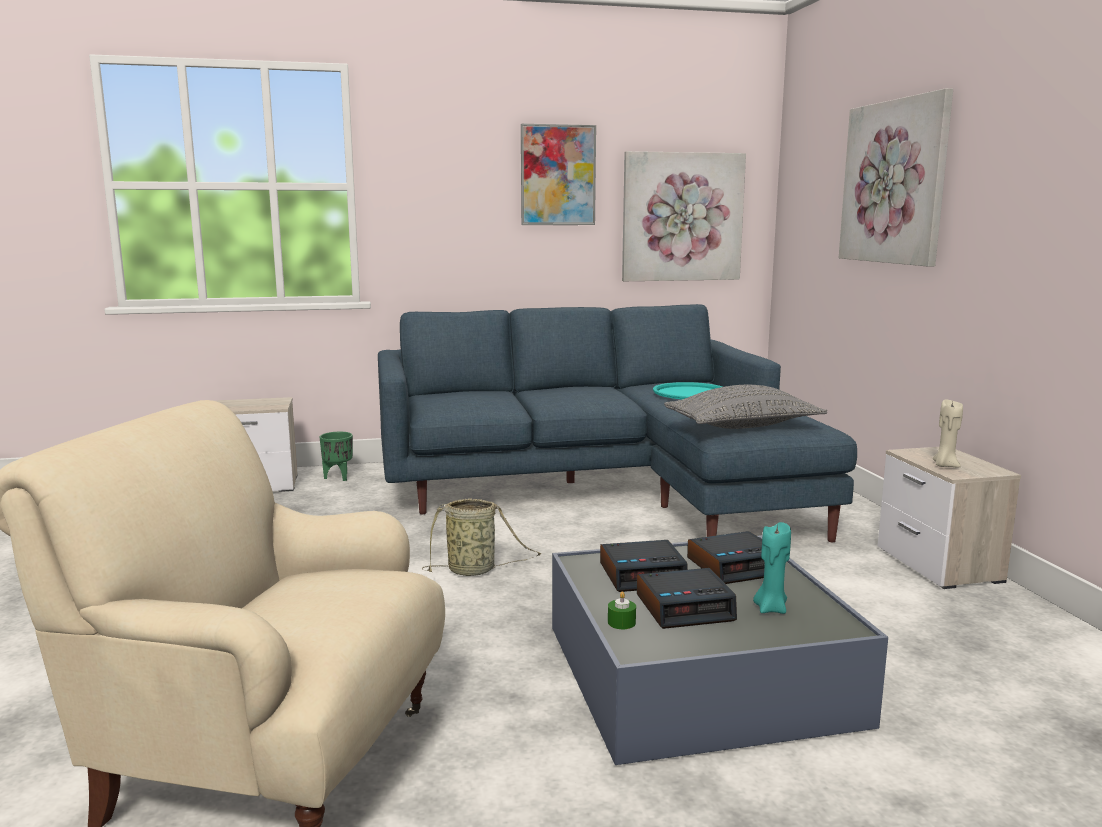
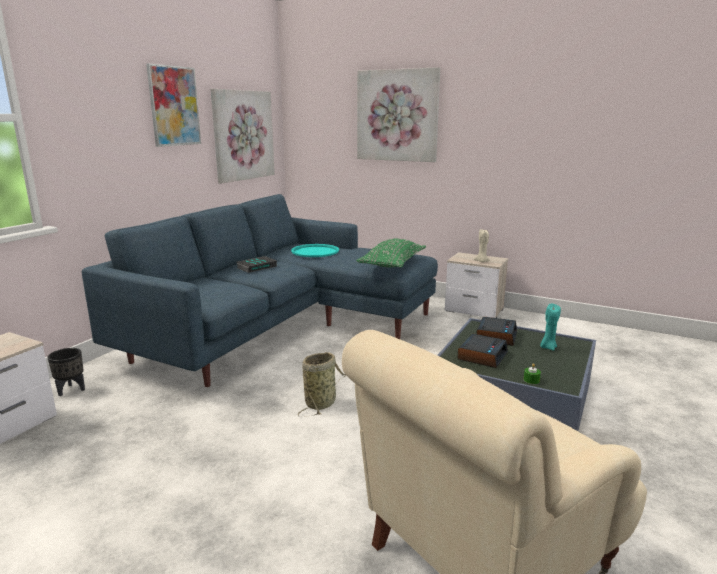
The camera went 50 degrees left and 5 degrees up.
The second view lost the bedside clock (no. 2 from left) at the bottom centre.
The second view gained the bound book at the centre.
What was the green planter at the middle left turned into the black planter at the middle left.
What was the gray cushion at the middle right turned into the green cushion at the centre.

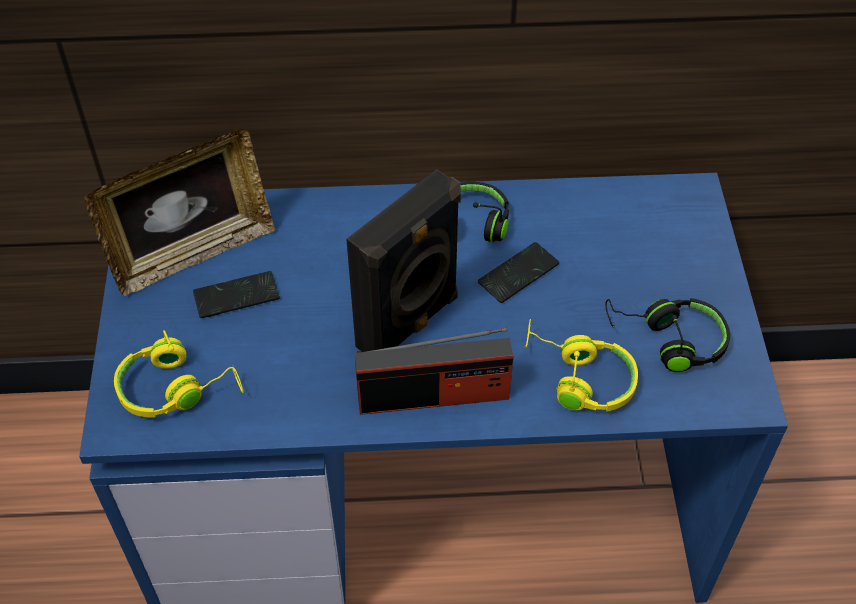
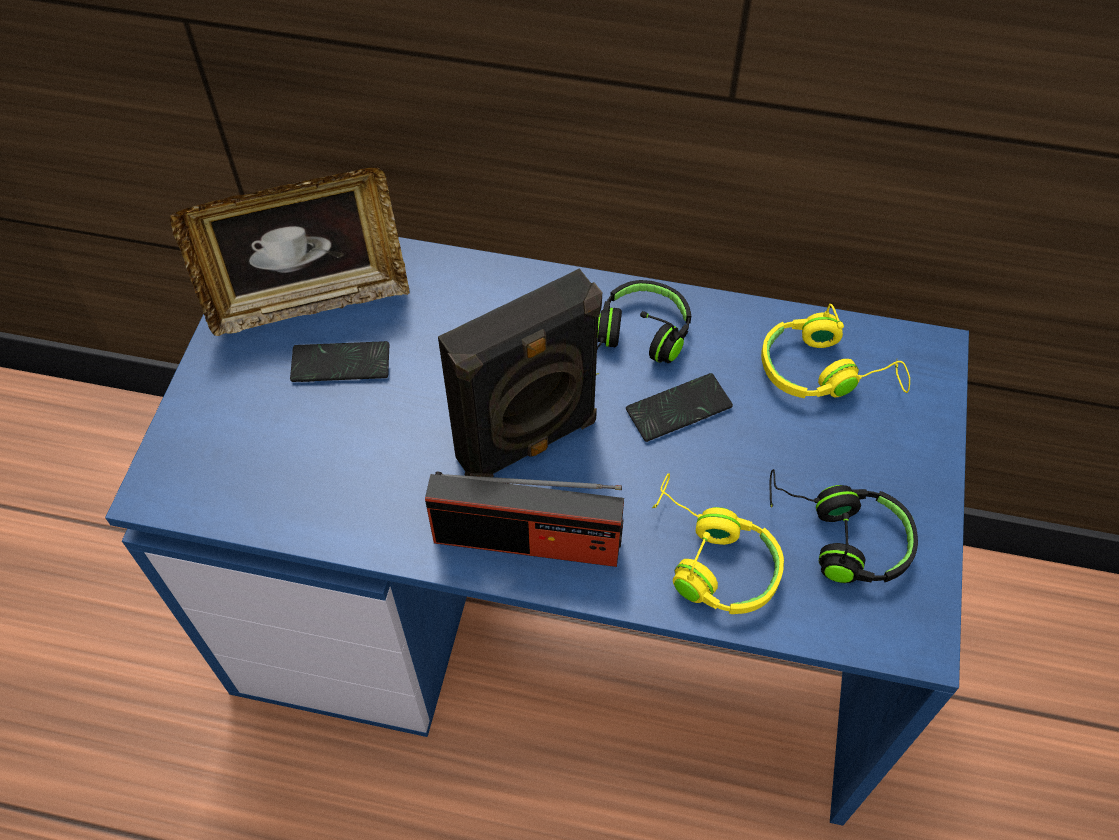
The camera went 15 degrees right and 5 degrees up.
The yellow-coloured pair of headphones (no. 1 from left in the first image) ended up elsewhere, having gone from the middle left to the middle right.

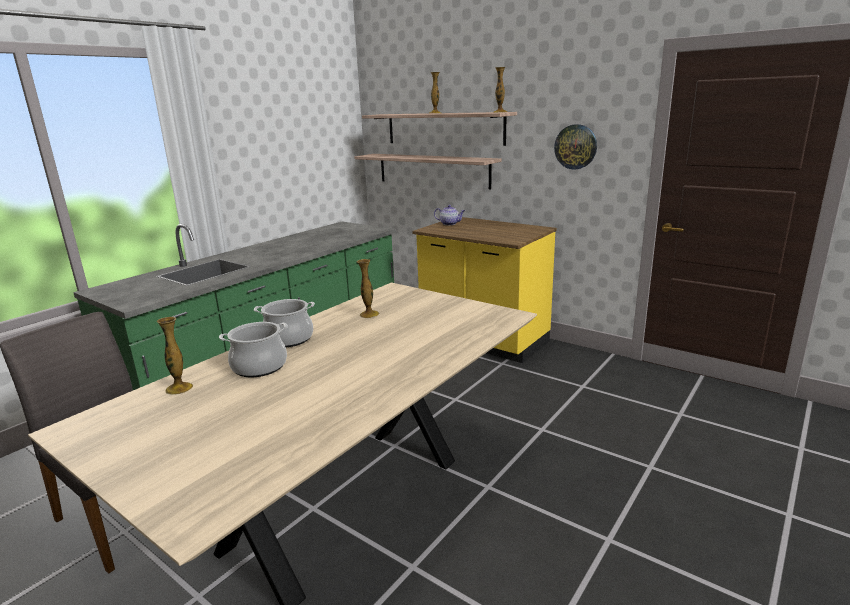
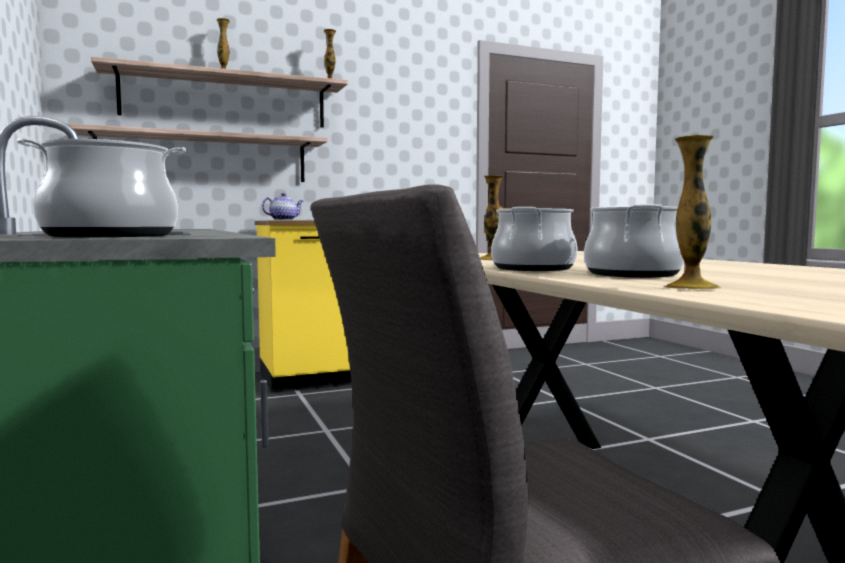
The camera went 60 degrees left and 15 degrees down.
The second view lost the hanging clock at the top right.
The second view gained the stockpot (no. 1 from left) at the top left.

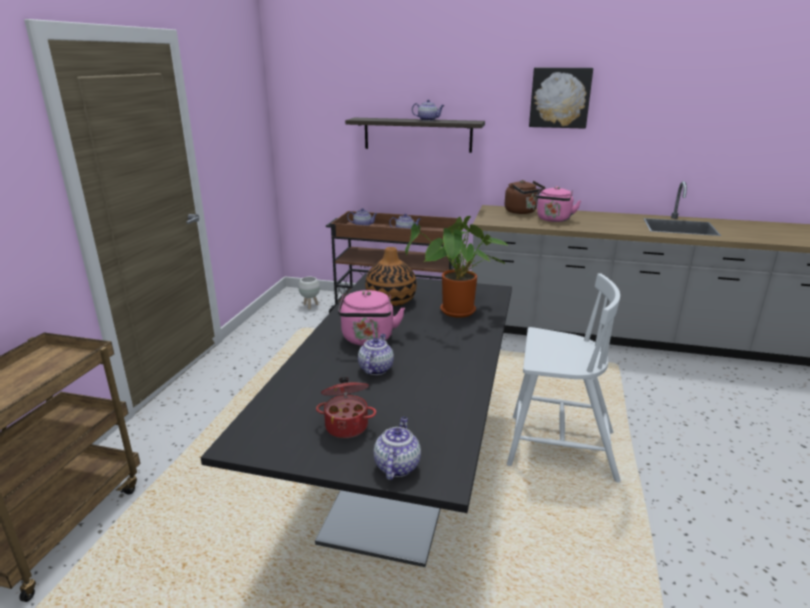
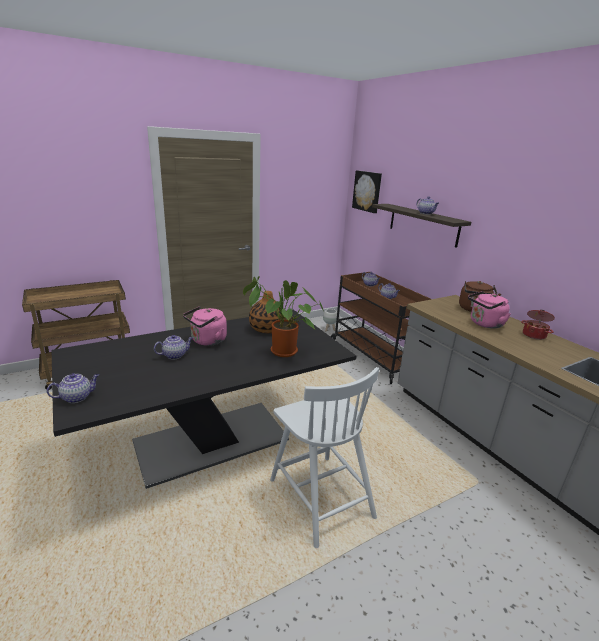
The camera went 45 degrees right and 0 degrees up.
The stockpot ended up elsewhere, having gone from the bottom centre to the middle right.
The wall picture ended up elsewhere, having gone from the top right to the top centre.

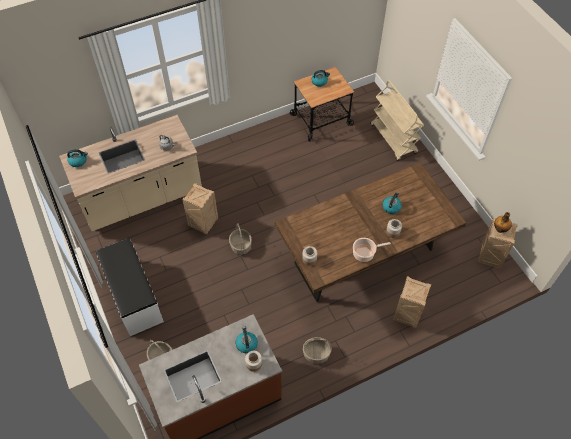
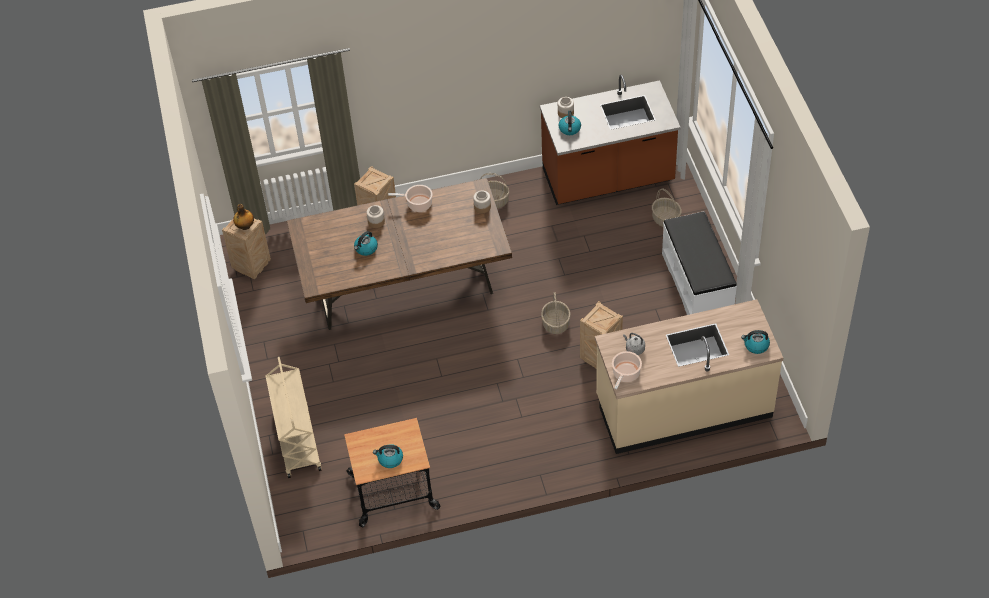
The camera went 165 degrees left and 5 degrees down.
The second view gained the stockpot (no. 2 from left) at the centre.

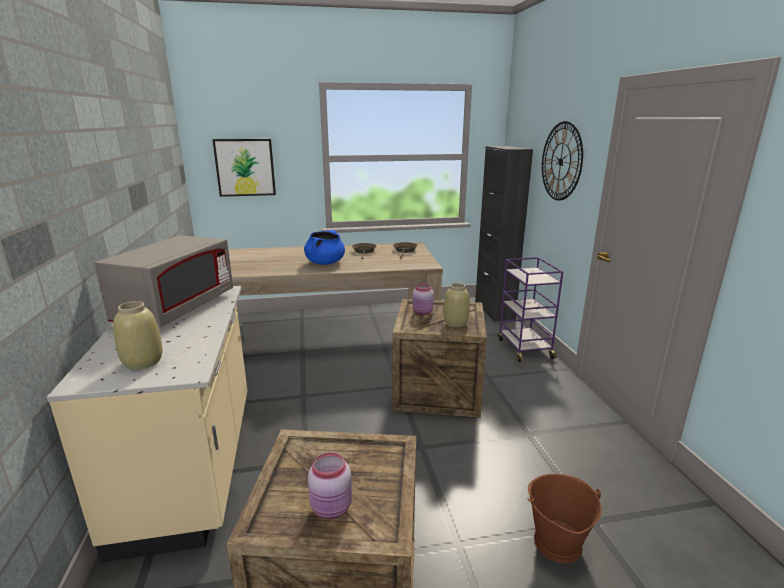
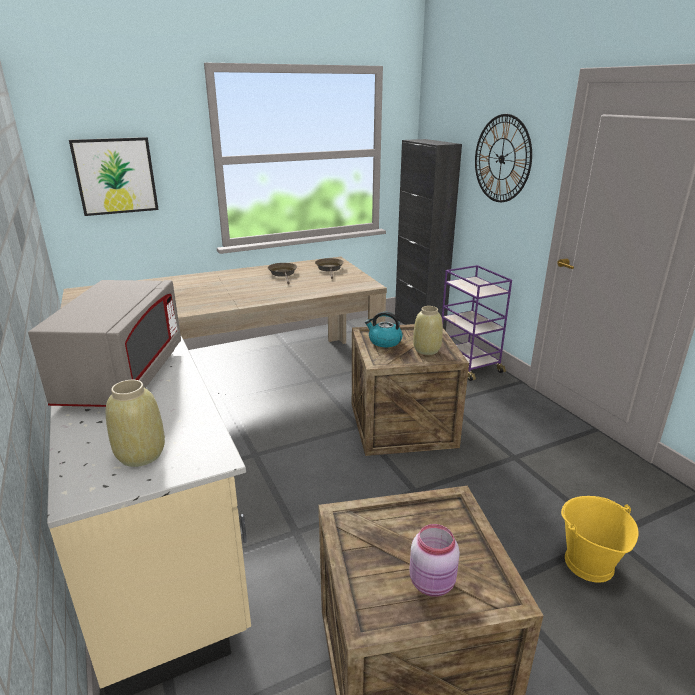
The camera went 15 degrees left and 5 degrees up.
The second view lost the bluish stockpot at the centre.
Where the pinkish jar (no. 2 from left) stood at the centre, the water kettle came to stand at the centre.
What was the brown water bucket at the bottom right turned into the yellow-coloured water bucket at the bottom right.

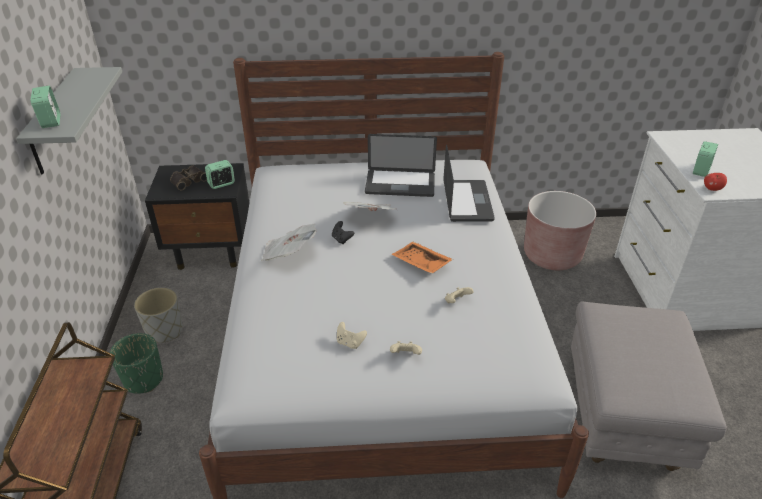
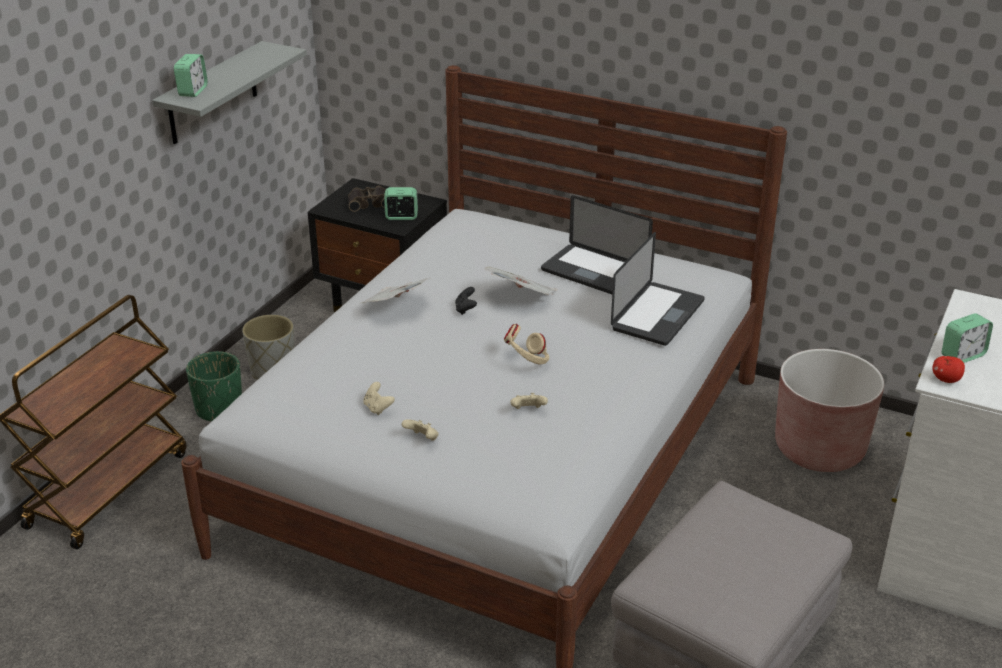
The camera went 30 degrees right and 5 degrees down.
Where the orange-coloured tray stood at the centre, the beige pair of headphones came to stand at the centre.

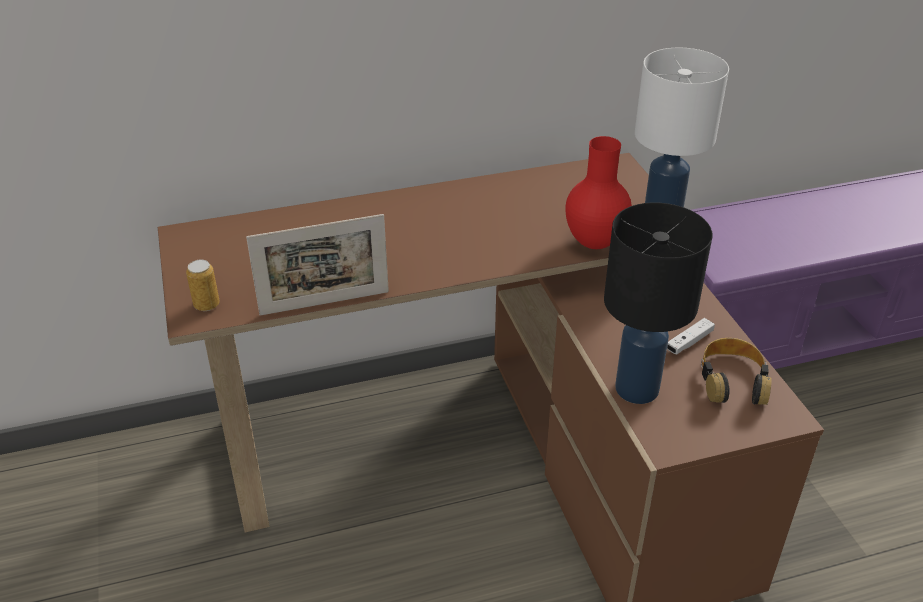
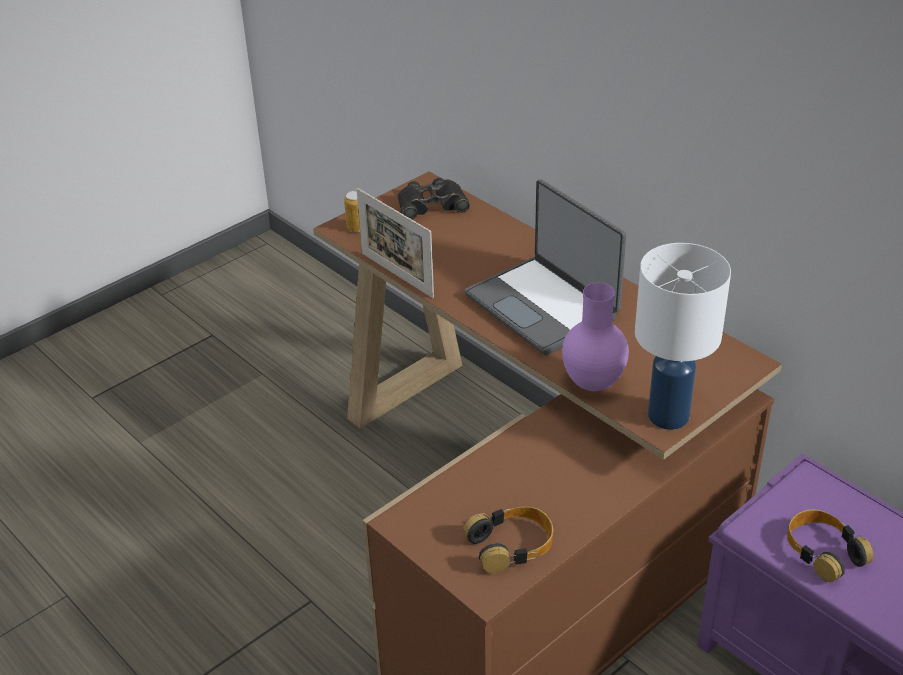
The camera went 65 degrees right and 0 degrees up.
The second view lost the black table lamp at the middle right.
The second view lost the white-coloured joypad at the middle right.
The second view gained the black binoculars at the top centre.
The second view gained the laptop at the centre.
The second view gained the pair of headphones (no. 2 from left) at the bottom right.
What was the reddish flower vase at the top centre turned into the purplish flower vase at the centre.

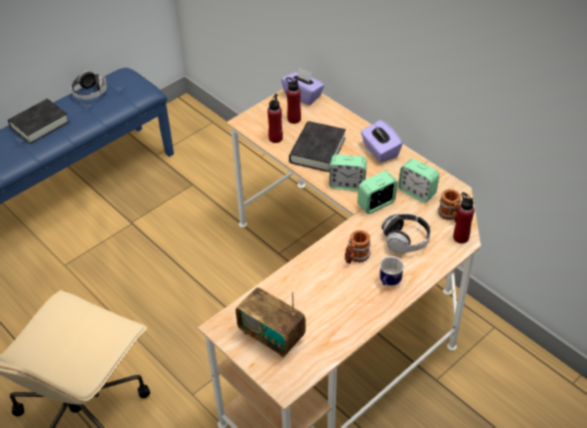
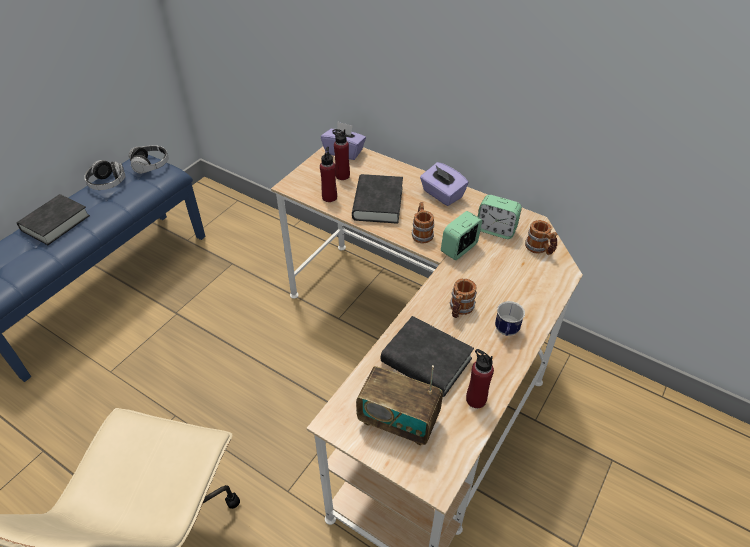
The camera went 15 degrees left and 0 degrees up.
The second view gained the black bound book (no. 3 from left) at the centre.
The pair of headphones (no. 2 from left) ended up elsewhere, having gone from the middle right to the top left.
The reddish drink bottle (no. 3 from left) ended up elsewhere, having gone from the middle right to the bottom centre.
Where the bedside clock (no. 1 from left) stood at the centre, the mug (no. 1 from left) came to stand at the centre.

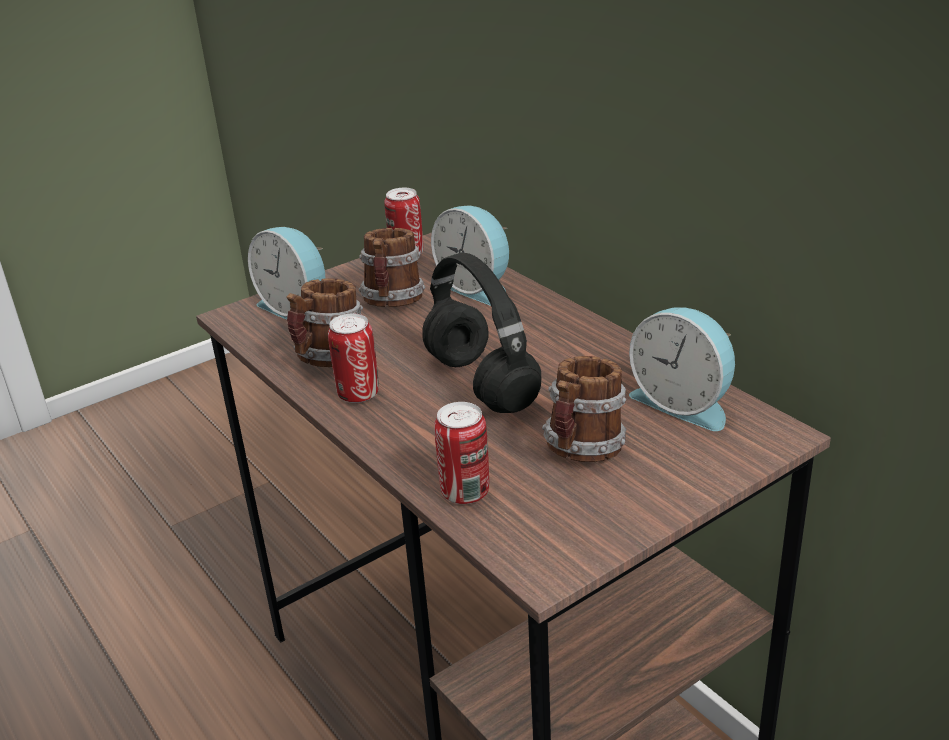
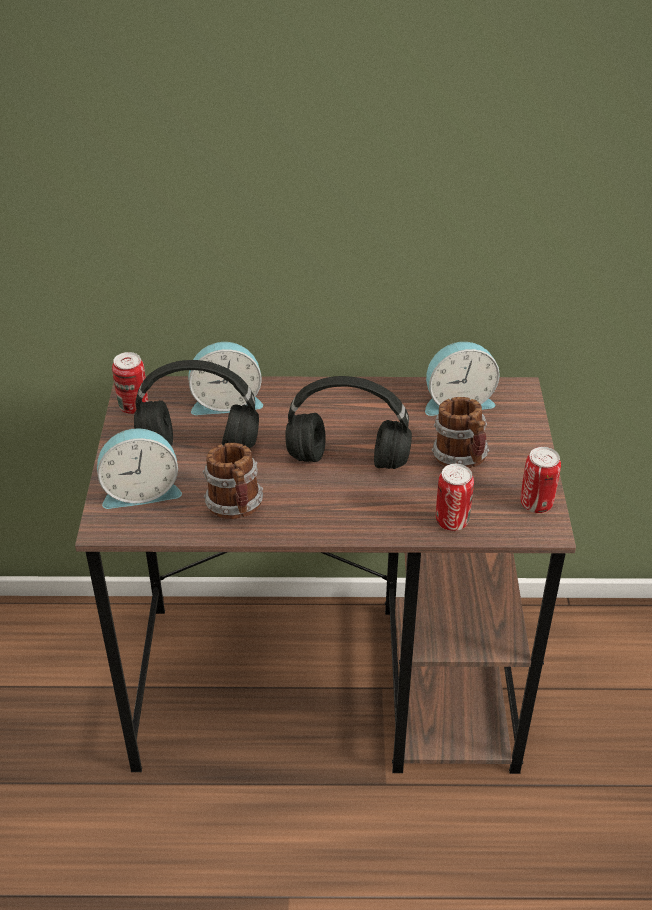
The camera went 55 degrees left and 10 degrees up.
The metal can (no. 1 from left in the first image) ended up elsewhere, having gone from the centre to the middle right.
Where the mug (no. 2 from left) stood at the centre, the black pair of headphones (no. 1 from left) came to stand at the middle left.

